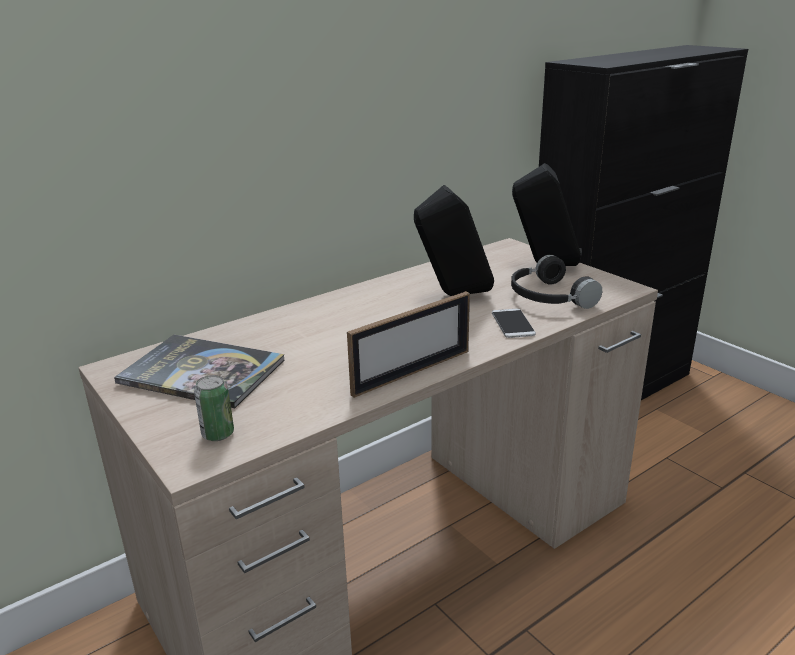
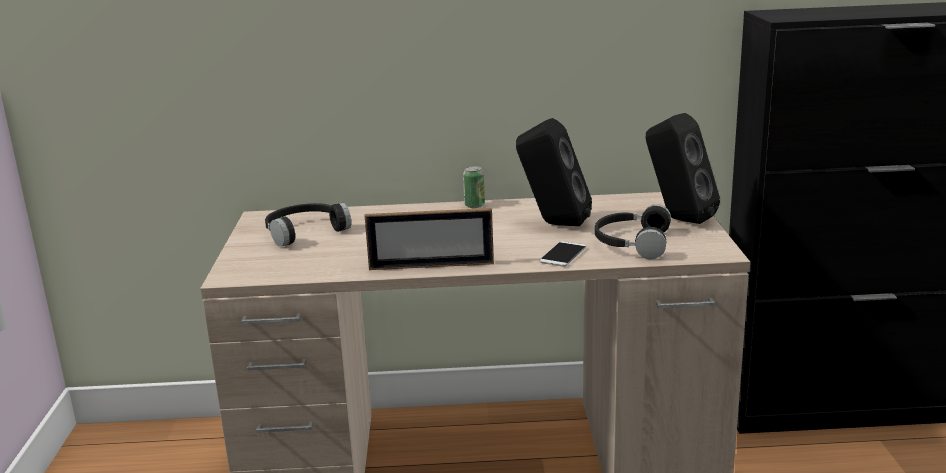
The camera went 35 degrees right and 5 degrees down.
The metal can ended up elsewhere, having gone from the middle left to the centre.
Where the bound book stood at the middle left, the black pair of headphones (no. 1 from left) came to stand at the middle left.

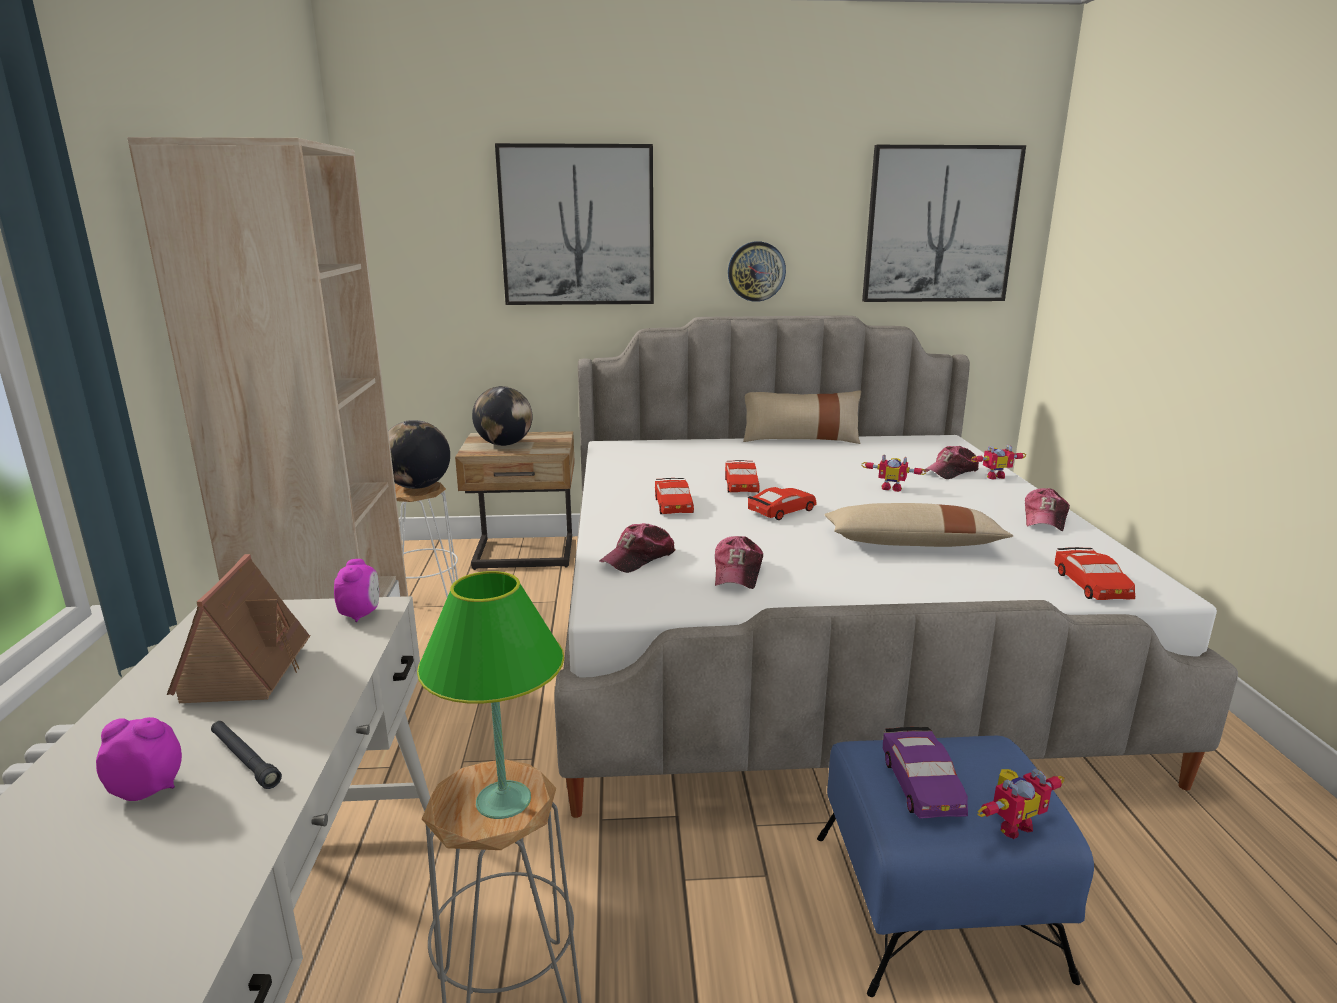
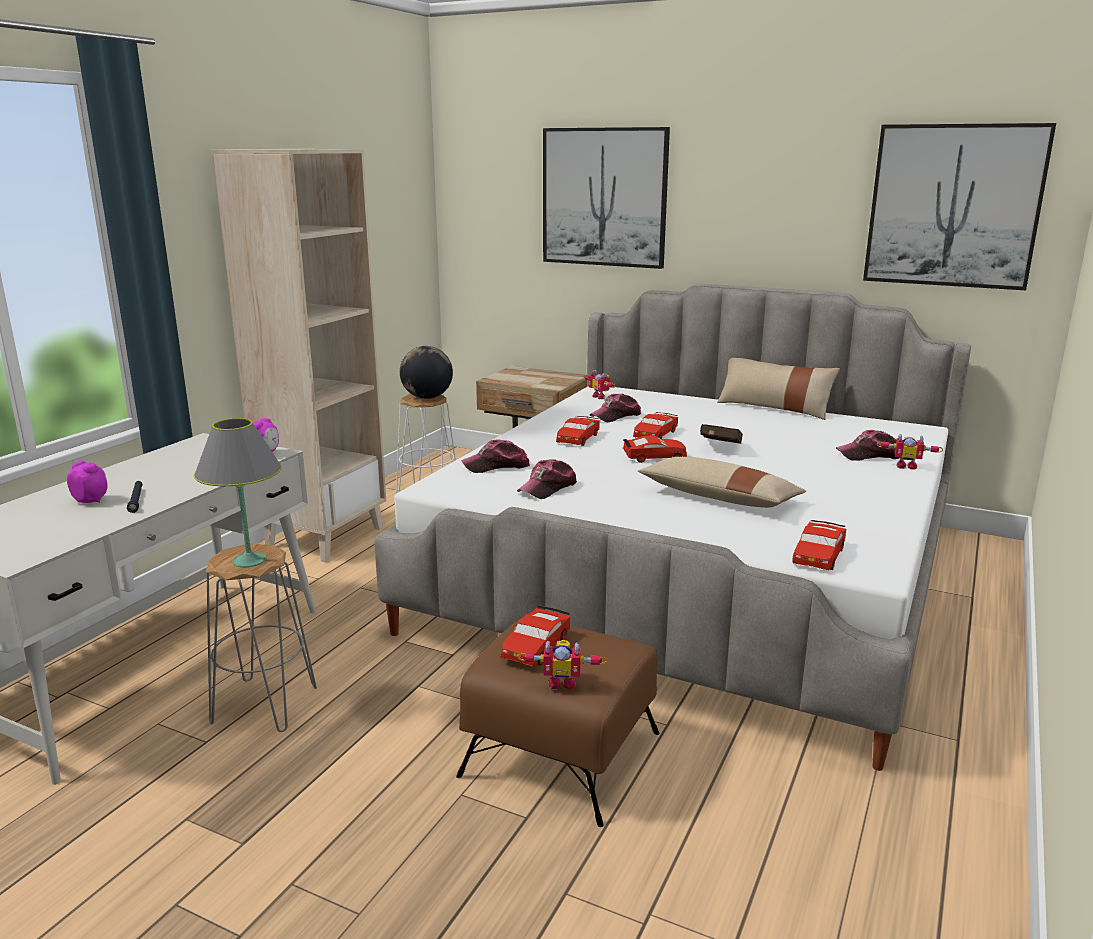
The camera went 30 degrees right and 0 degrees up.
The second view lost the miniature house at the middle left.
The second view lost the desk globe (no. 2 from left) at the centre.
The second view lost the hanging clock at the top centre.
The second view gained the reddish bound book at the centre.
The toy robot (no. 1 from left in the first image) ended up elsewhere, having gone from the middle right to the centre.
The cap (no. 4 from left in the first image) ended up elsewhere, having gone from the middle right to the centre.
What was the green table lamp at the bottom centre turned into the gray table lamp at the middle left.
What was the bluish ottoman at the bottom right turned into the brown ottoman at the bottom centre.
What was the purplish model car at the bottom right turned into the reddish model car (no. 1 from left) at the bottom centre.

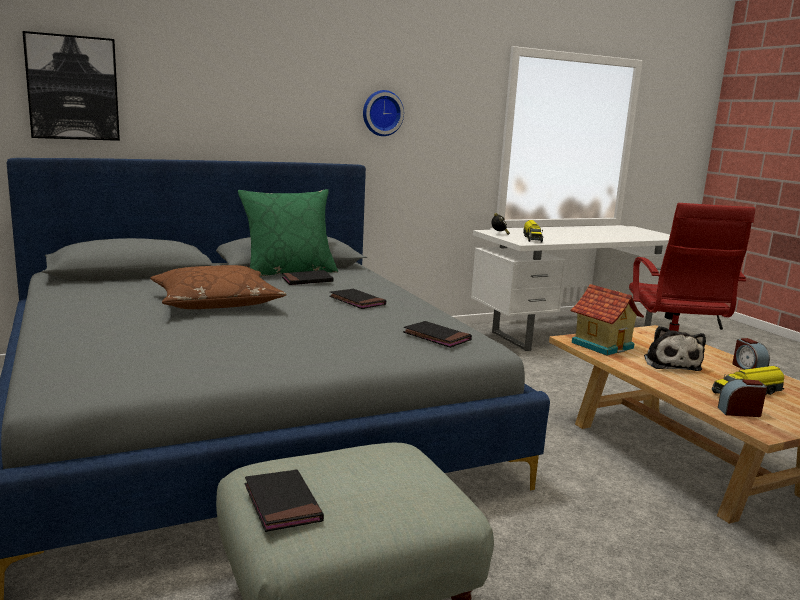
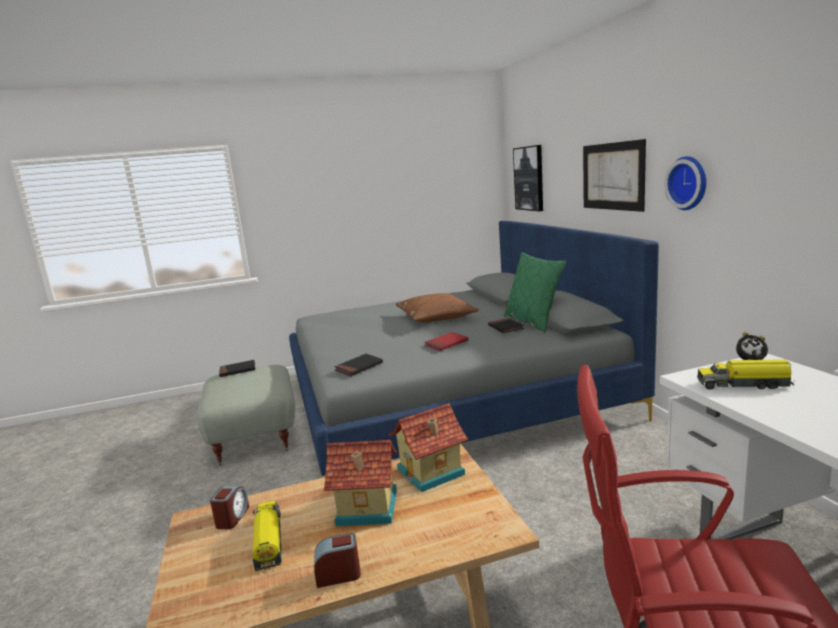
The camera went 100 degrees right and 0 degrees up.
The second view gained the wall picture (no. 2 from left) at the top right.
Where the soft toy stood at the middle right, the miniature house (no. 1 from left) came to stand at the bottom centre.
What was the black bound book (no. 3 from left) at the centre turned into the reddish bound book at the centre.

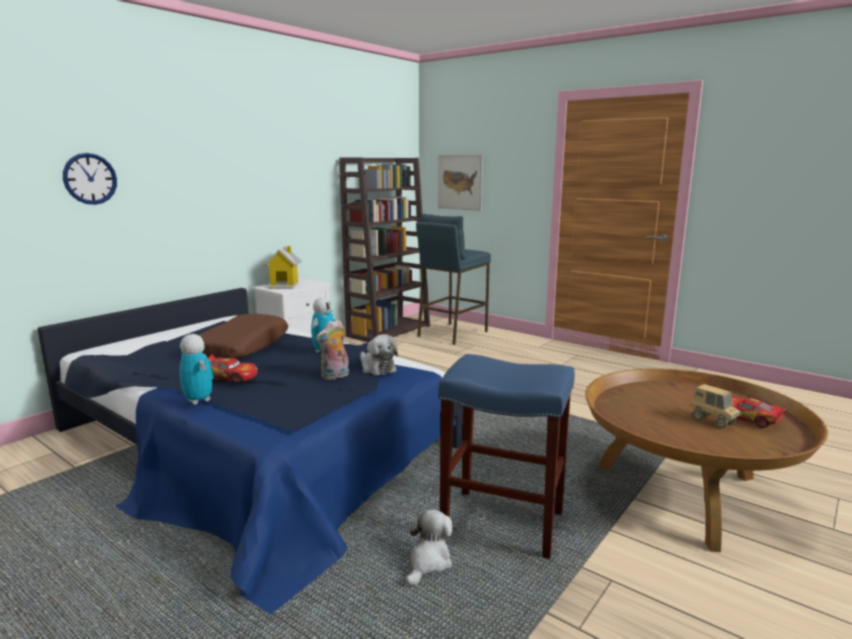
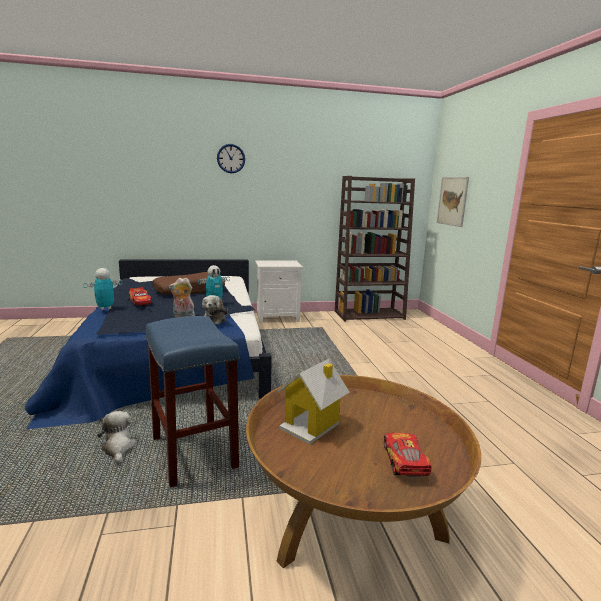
The camera went 40 degrees right and 0 degrees up.
The second view lost the bluish stool seat (no. 1 from left) at the centre.
The second view lost the model truck at the middle right.
The hanging clock ended up elsewhere, having gone from the top left to the top centre.
The miniature house ended up elsewhere, having gone from the middle left to the bottom centre.
The toy robot (no. 1 from left) at the middle left ended up facing another way, 120 degrees counterclockwise from before.
The soft toy (no. 3 from left in the first image) at the bottom centre ended up facing another way, 90 degrees counterclockwise from before.

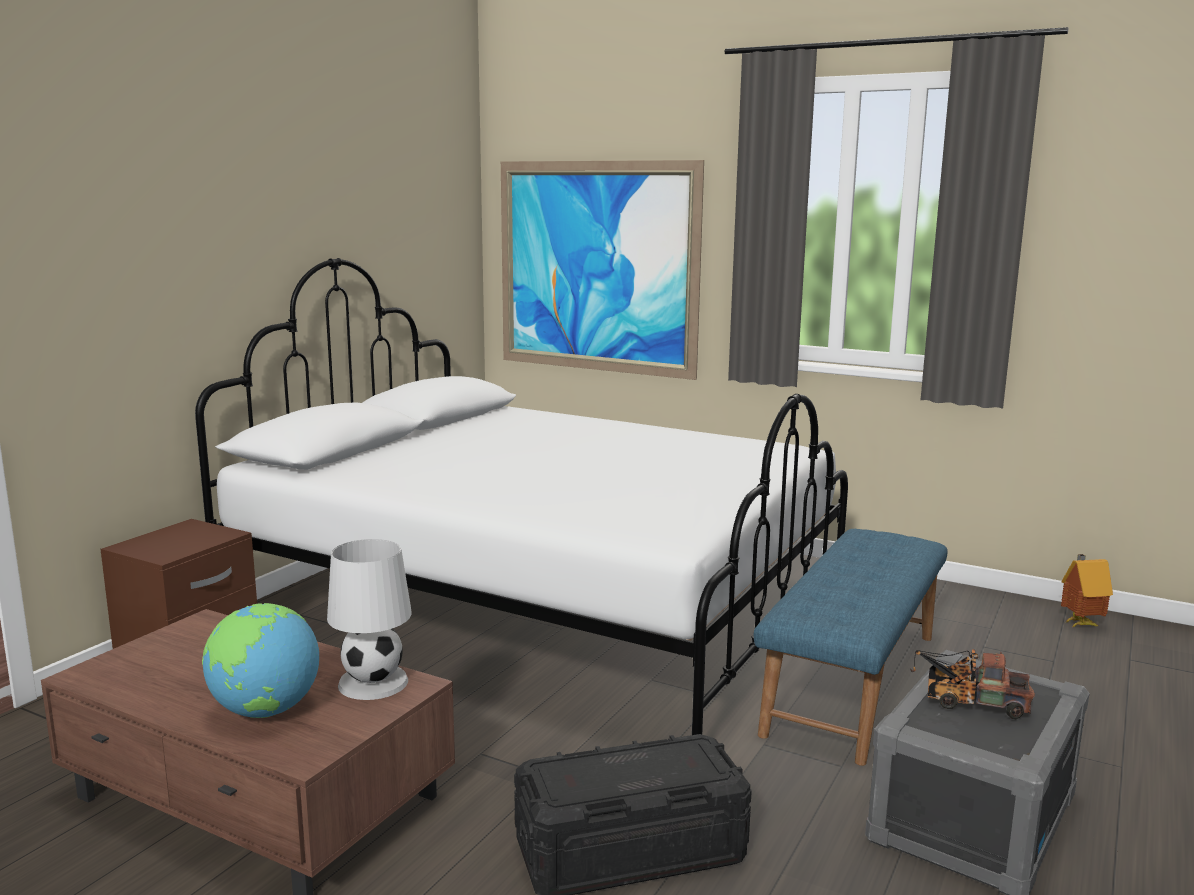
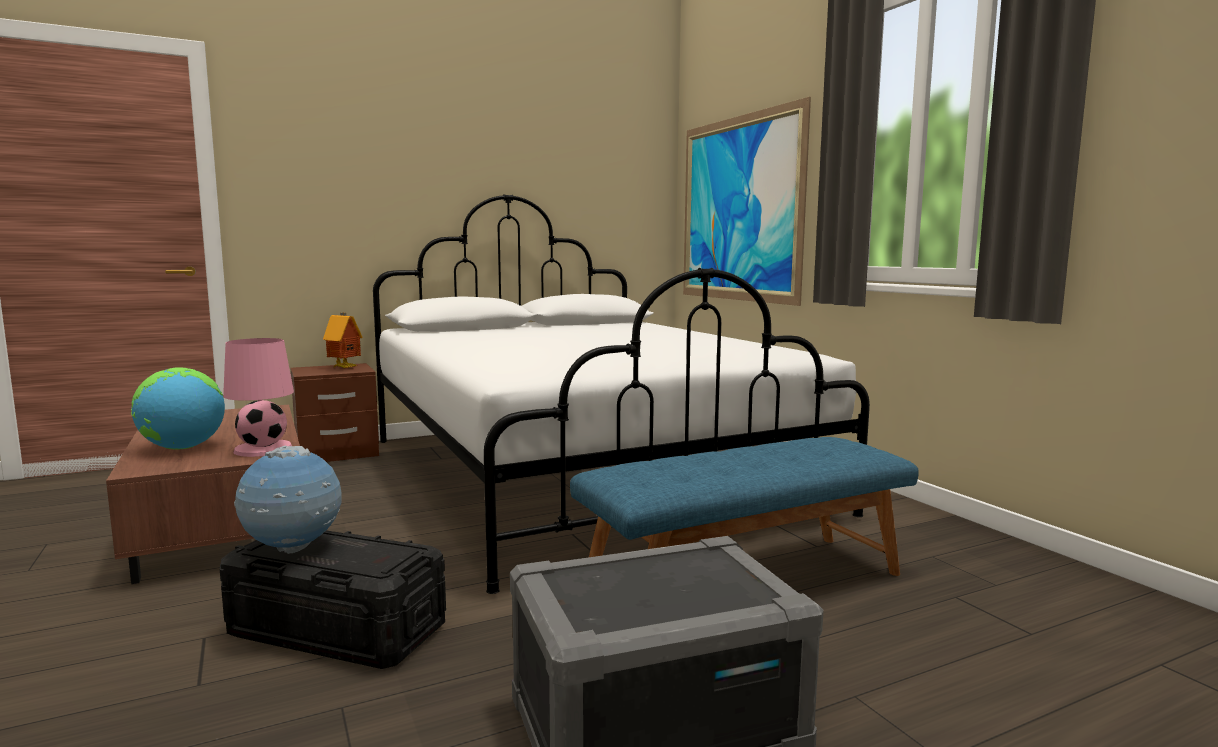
The camera went 35 degrees right and 5 degrees down.
The second view lost the model truck at the bottom right.
The second view gained the desk globe (no. 2 from left) at the bottom left.
The miniature house ended up elsewhere, having gone from the middle right to the middle left.
What was the white-coloured table lamp at the bottom left turned into the pinkish table lamp at the middle left.

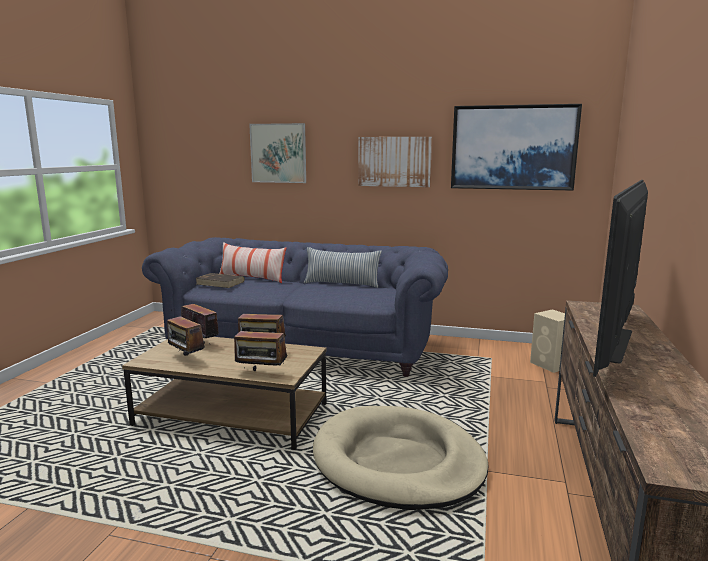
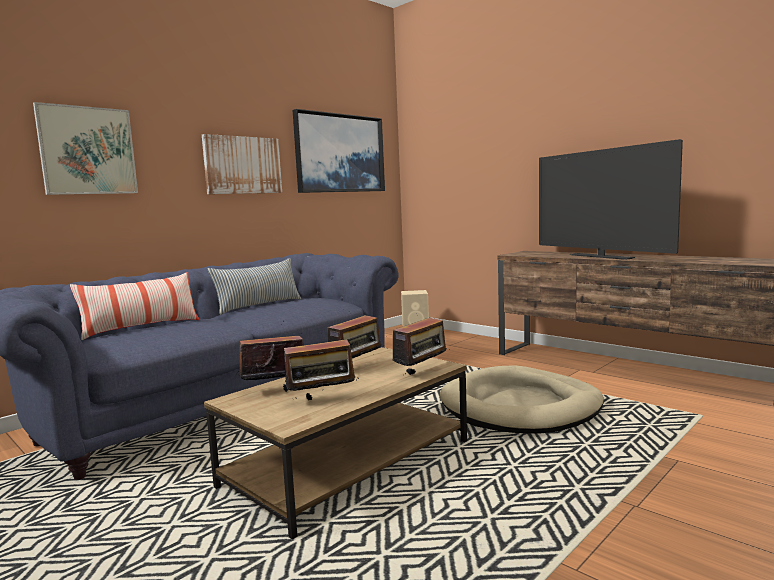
The camera went 60 degrees left and 5 degrees down.
The second view lost the brown bound book at the middle left.

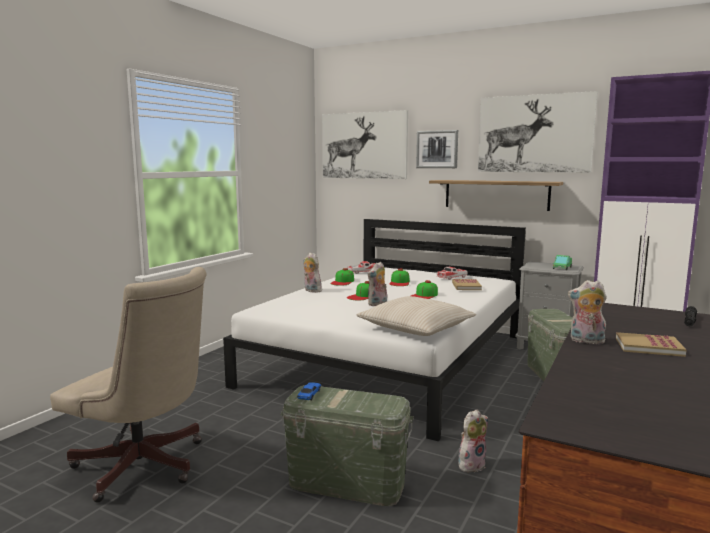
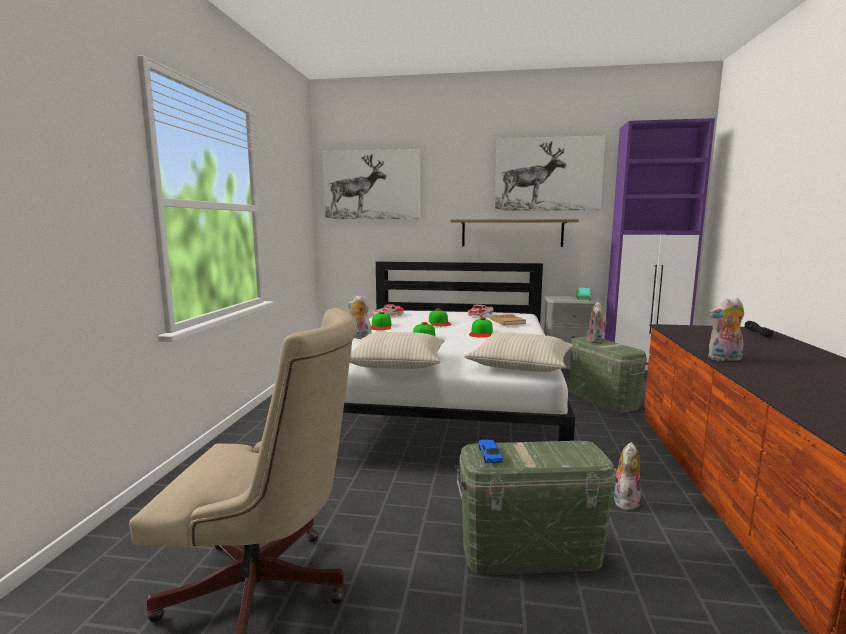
The camera went 20 degrees left and 0 degrees up.
The second view lost the wall picture (no. 2 from left) at the top centre.
The second view lost the bound book (no. 2 from left) at the middle right.
The second view gained the beige cushion (no. 1 from left) at the centre.
The soft toy (no. 2 from left) ended up elsewhere, having gone from the centre to the middle right.

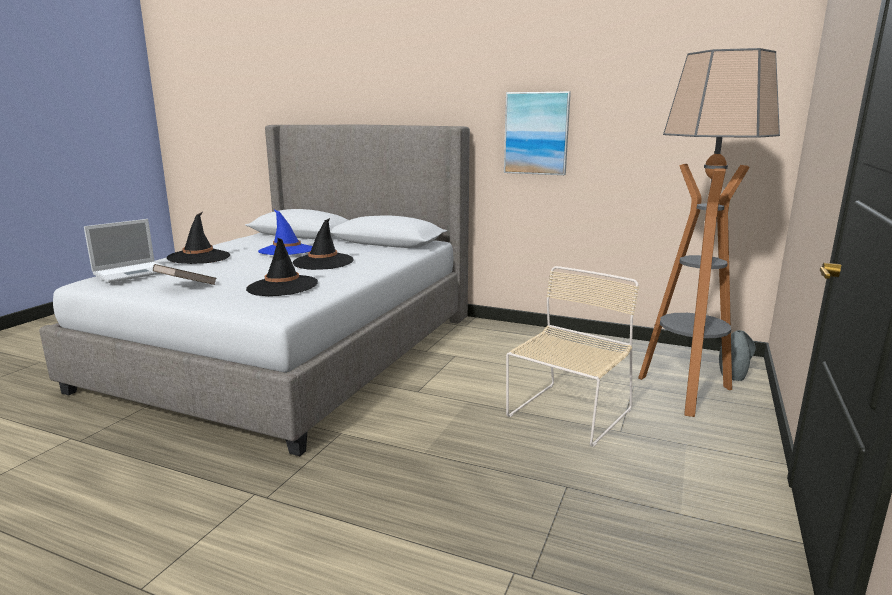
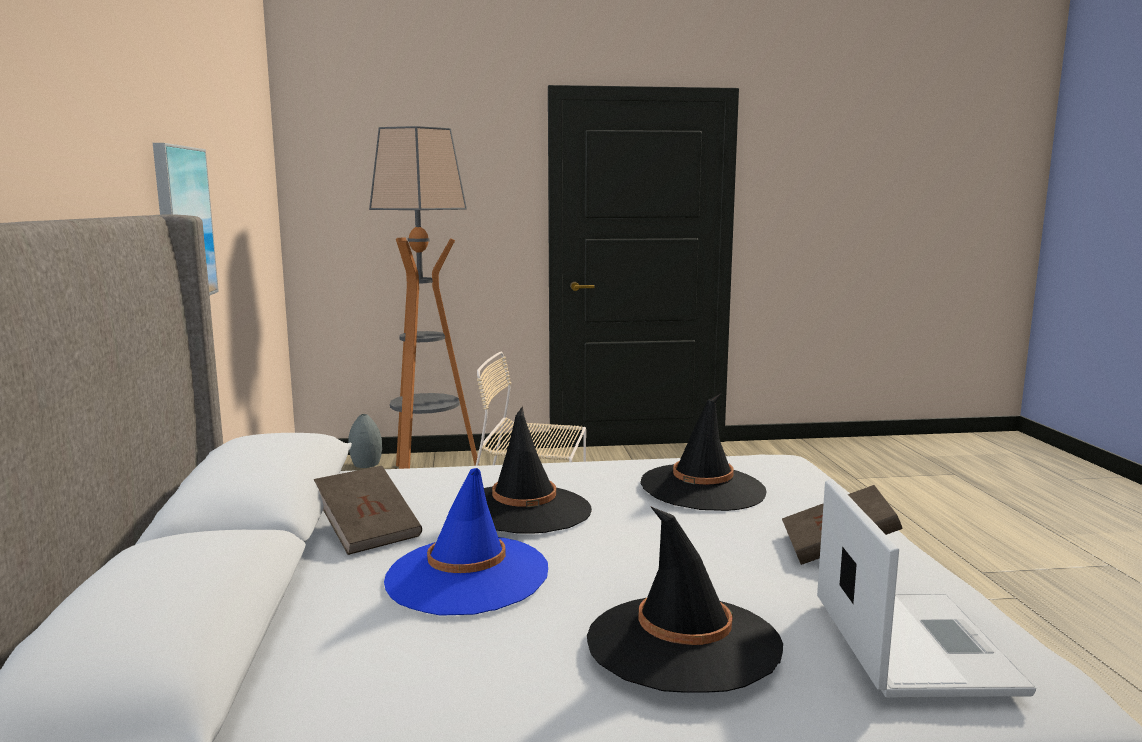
The camera went 120 degrees left and 5 degrees down.
The second view gained the brown bound book (no. 1 from left) at the bottom left.
The laptop at the middle left ended up facing another way, 75 degrees clockwise from before.

